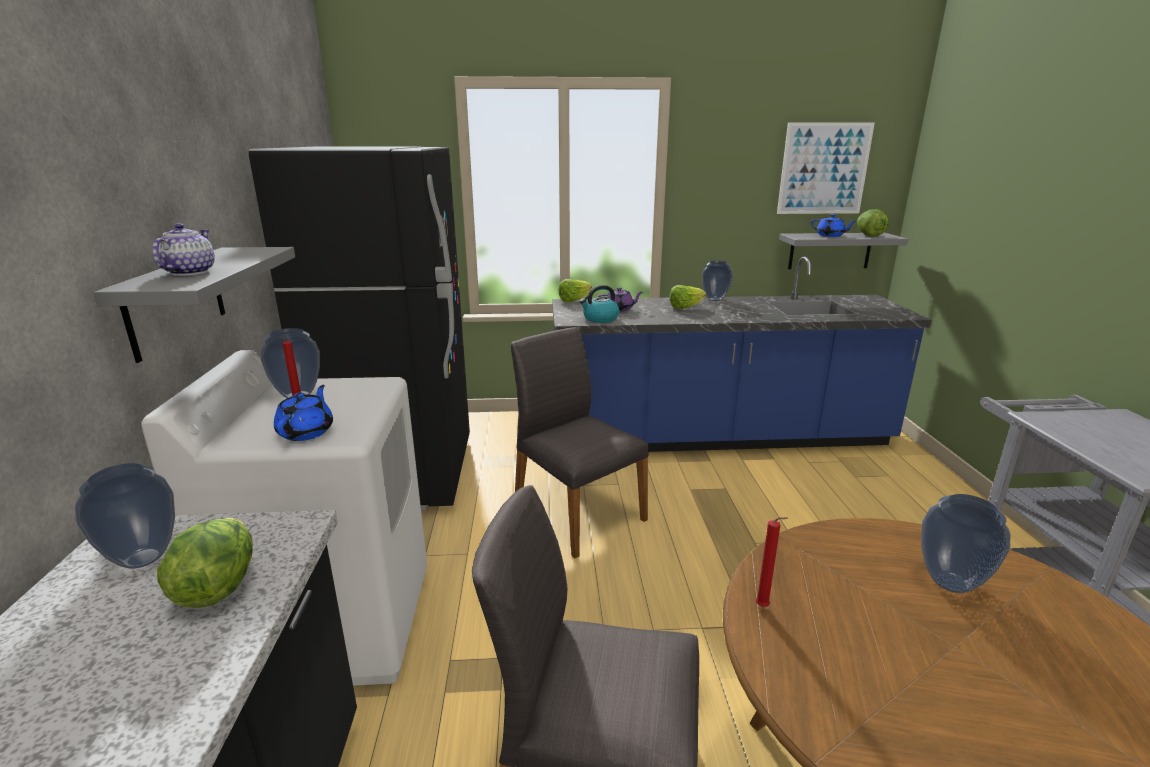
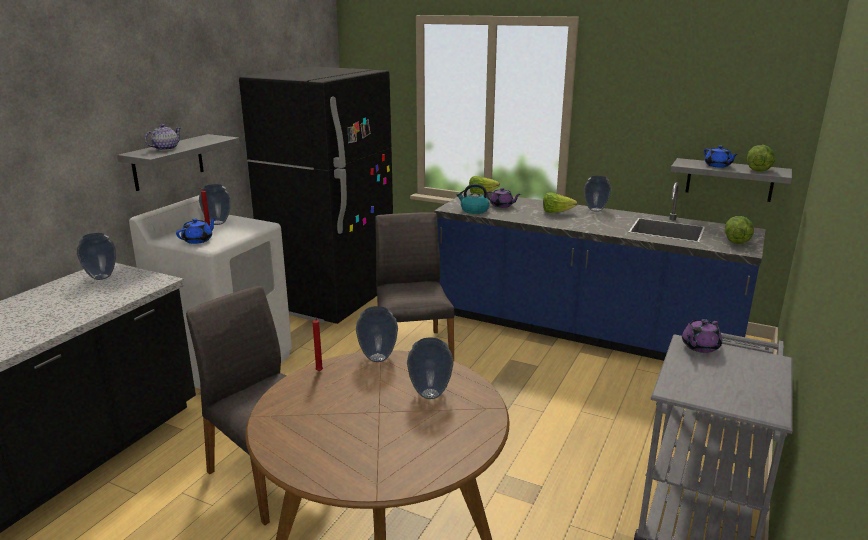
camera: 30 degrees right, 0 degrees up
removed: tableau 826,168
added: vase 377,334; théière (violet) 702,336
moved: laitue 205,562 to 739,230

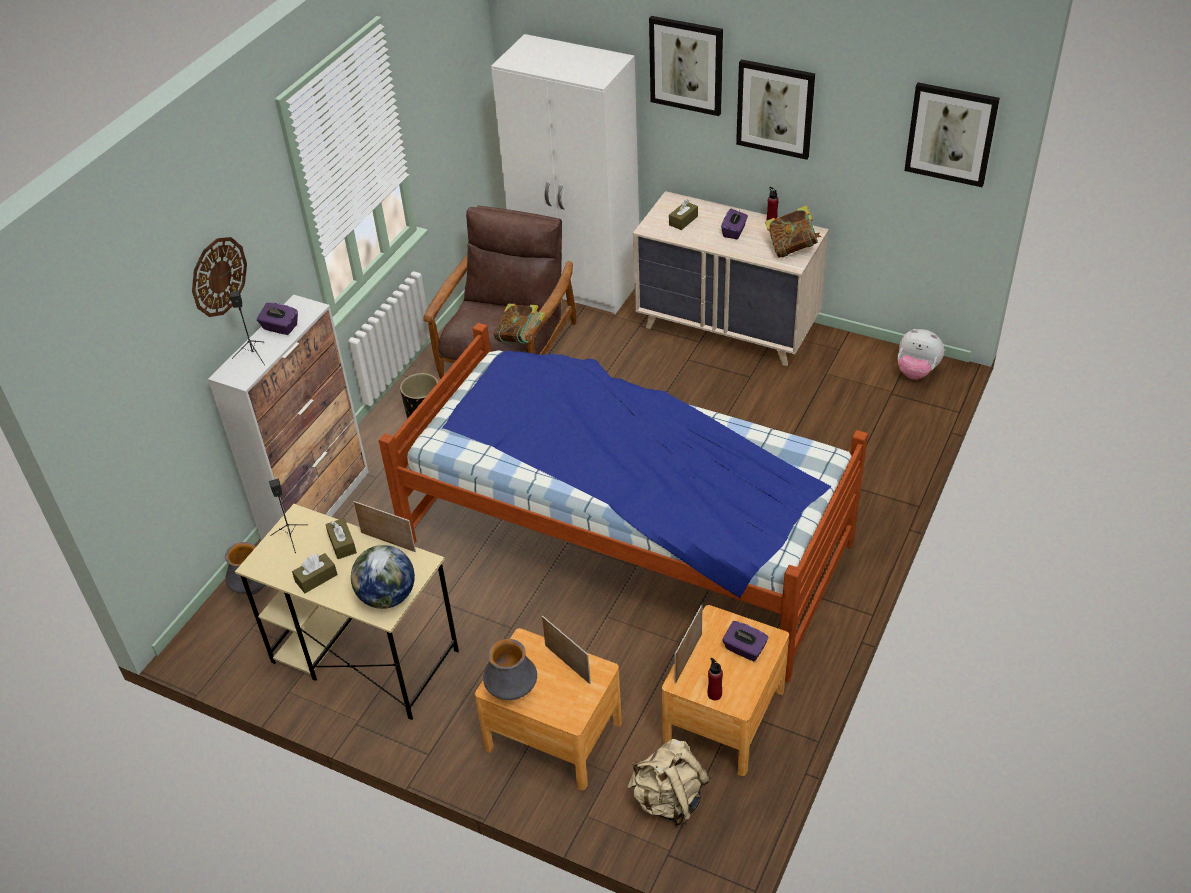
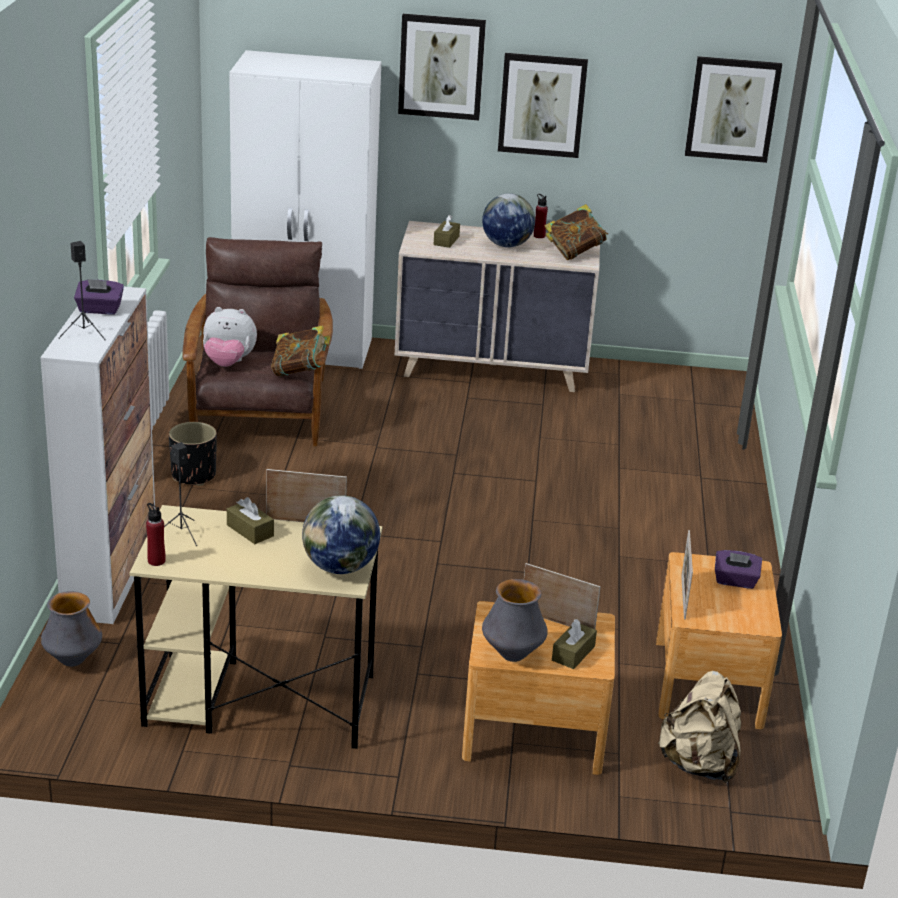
camera: 25 degrees left, 15 degrees down
removed: horloge murale 219,277; lit 623,503
moved: boîte à mouchoirs (marron) 315,573 to 574,644; bouteille (rouge) 715,679 to 156,534; peluche 921,354 to 230,337
replaced: boîte à mouchoirs (violet) 734,224 to globe 508,220

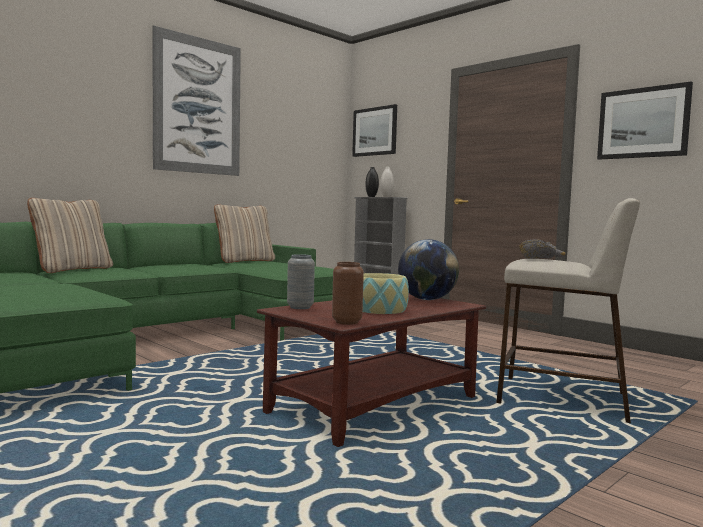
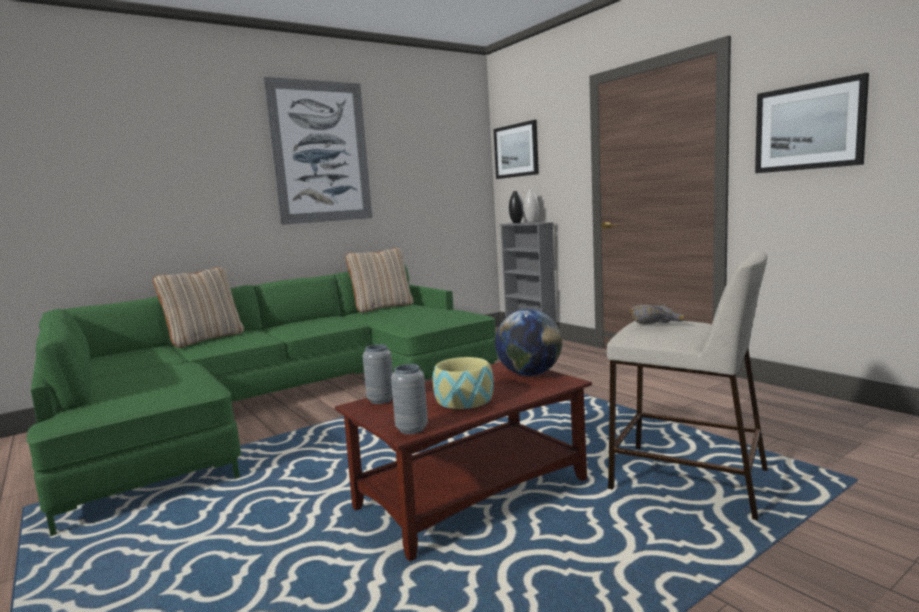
camera: 10 degrees right, 5 degrees up
recoloured: vase (marron) 348,293 to vase (gris) 409,399

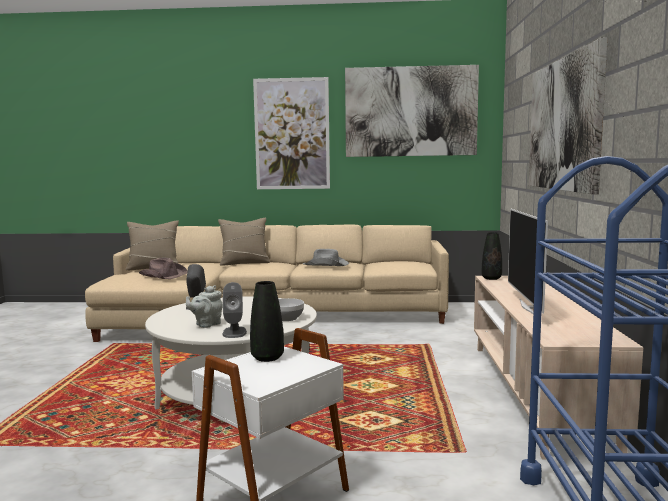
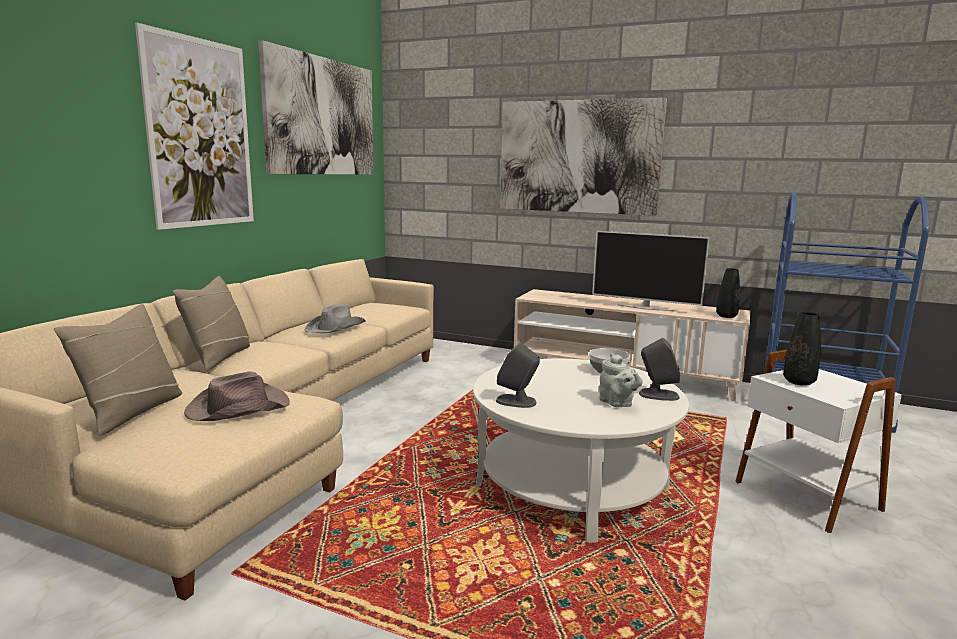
camera: 70 degrees left, 5 degrees up
moved: vase (noir) 492,256 to 728,293

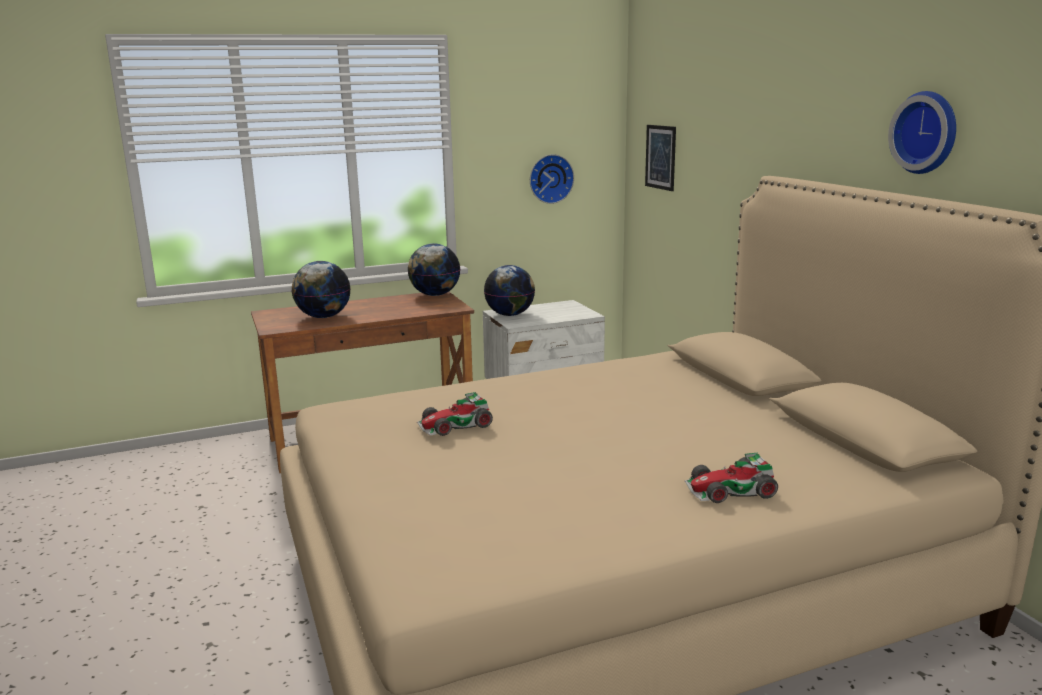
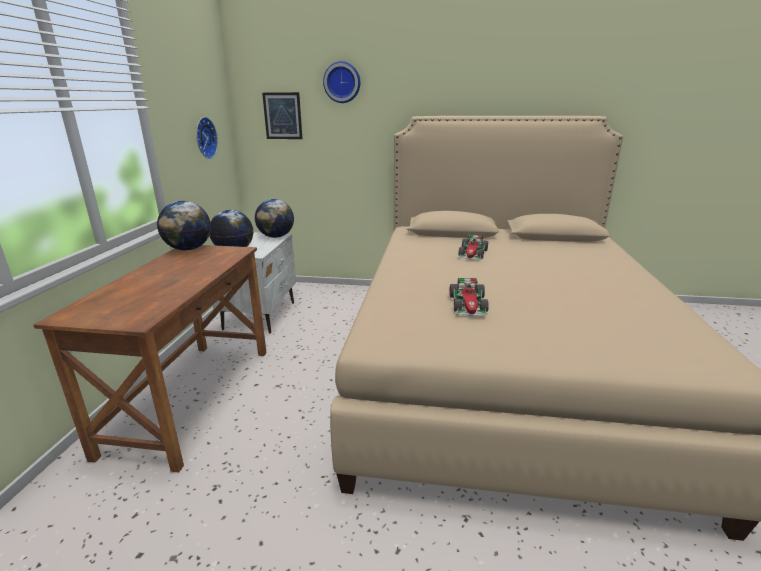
camera: 60 degrees left, 5 degrees up
moved: globe 321,289 to 274,218; petite voiture 731,478 to 473,246; horloge murale 922,132 to 341,82

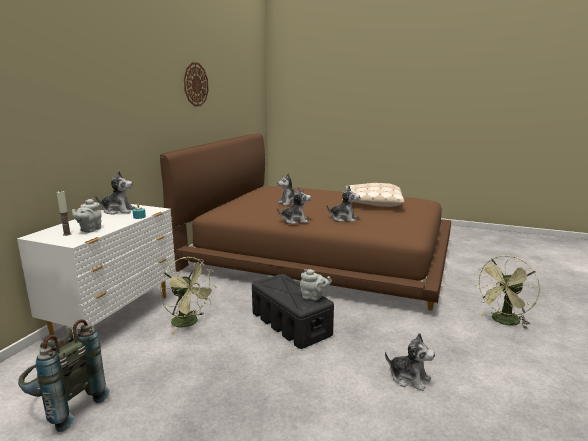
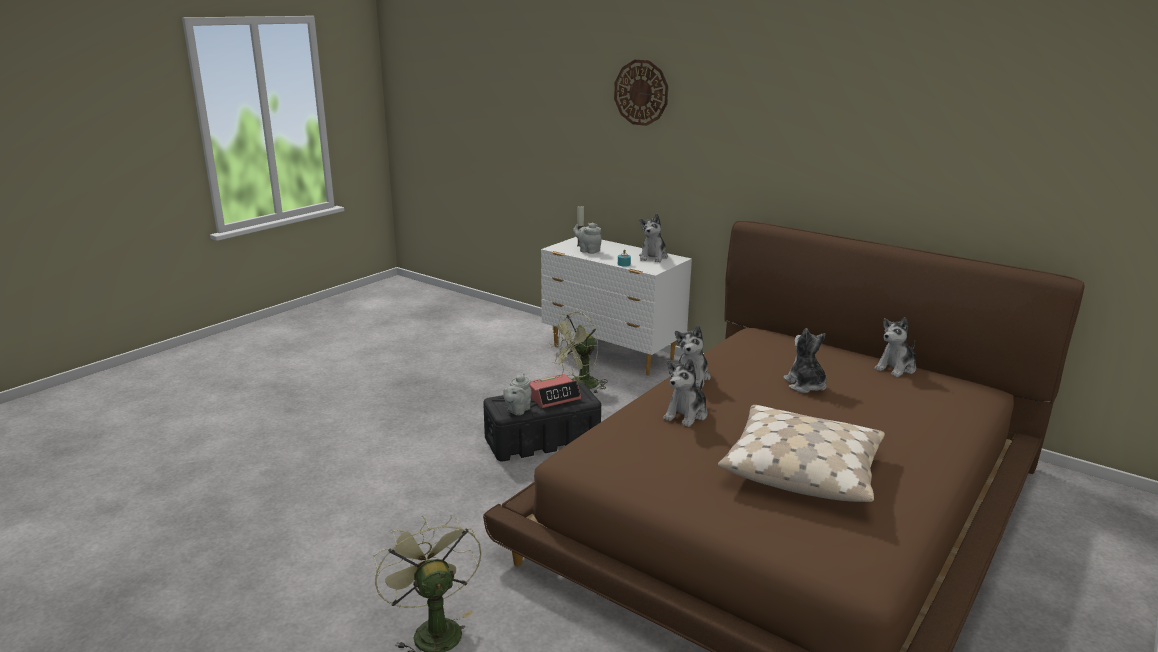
camera: 105 degrees right, 5 degrees up
removed: sac à dos (gris) 64,375
added: réveil 555,391
moved: horloge murale 196,84 to 641,93; peluche 410,362 to 895,347

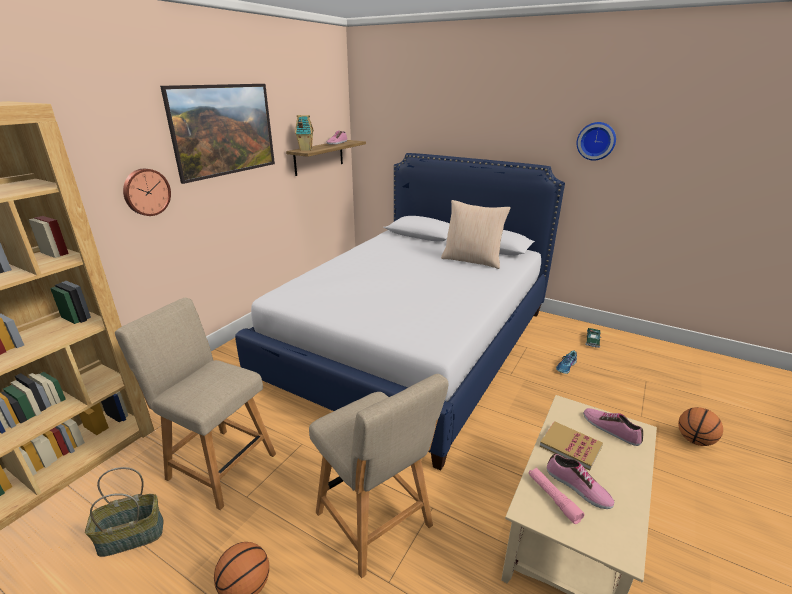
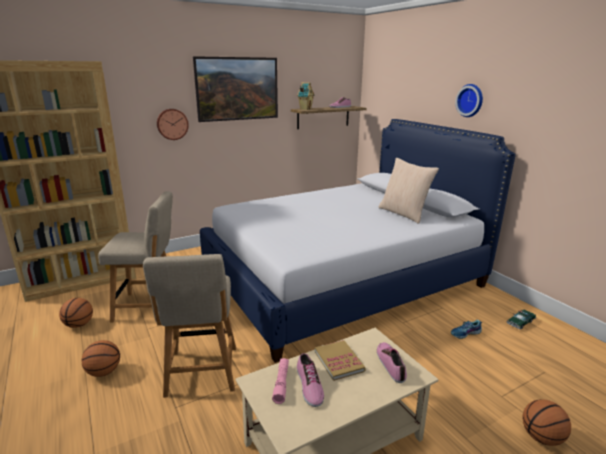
camera: 30 degrees right, 5 degrees down
moved: horloge murale 596,141 to 469,100
replaced: panier 124,512 to ballon de basket 76,313
turned: chaise (beige) 195,404 = 135,256 120 degrees clockwise

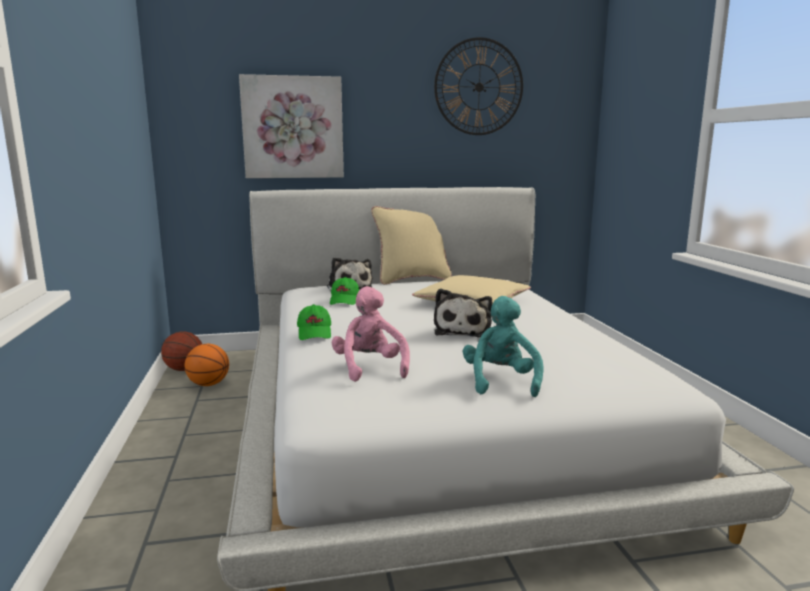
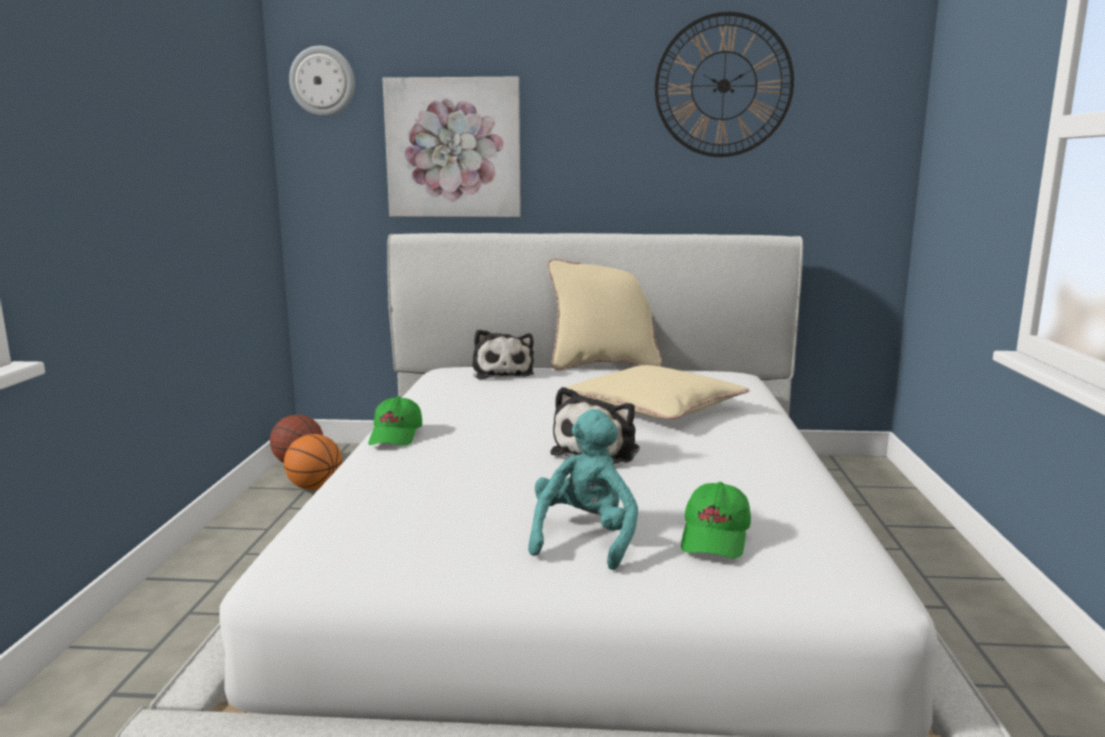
camera: 15 degrees right, 0 degrees up
removed: peluche (rose) 371,334
added: horloge murale 322,81
moved: casquette (vert) 344,291 to 716,520

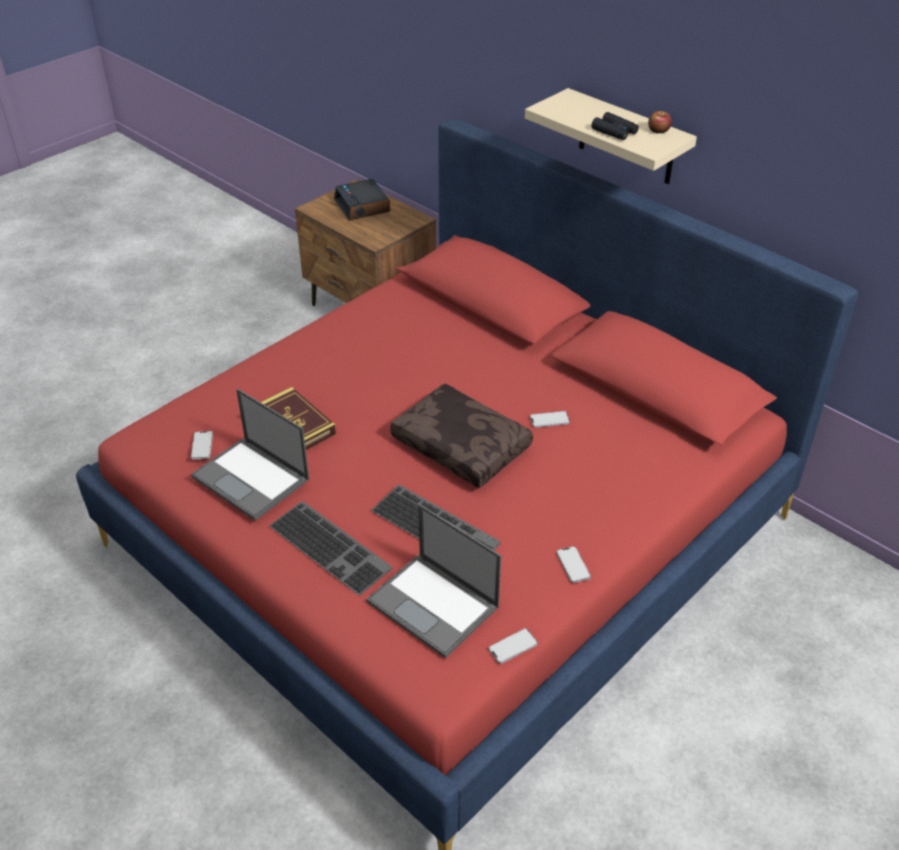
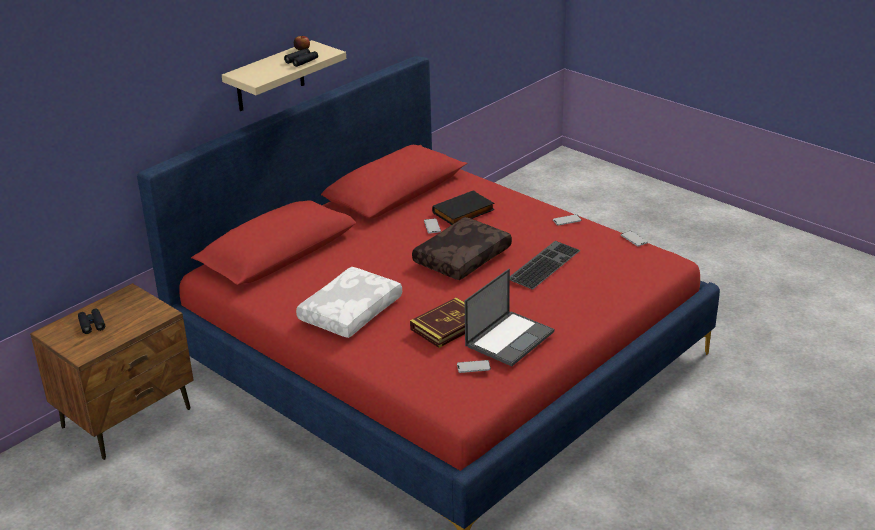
camera: 90 degrees left, 10 degrees down
removed: clavier 331,548; ordinateur portable 433,581
added: coussin (blanc) 349,302; livre (noir) 463,207
replaced: réveil 362,199 to jumelles (noir) 91,321

